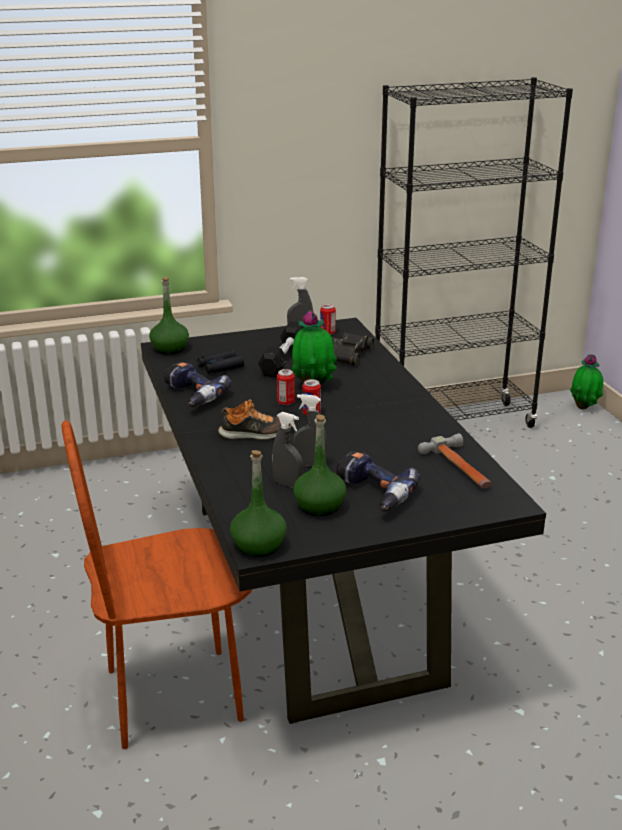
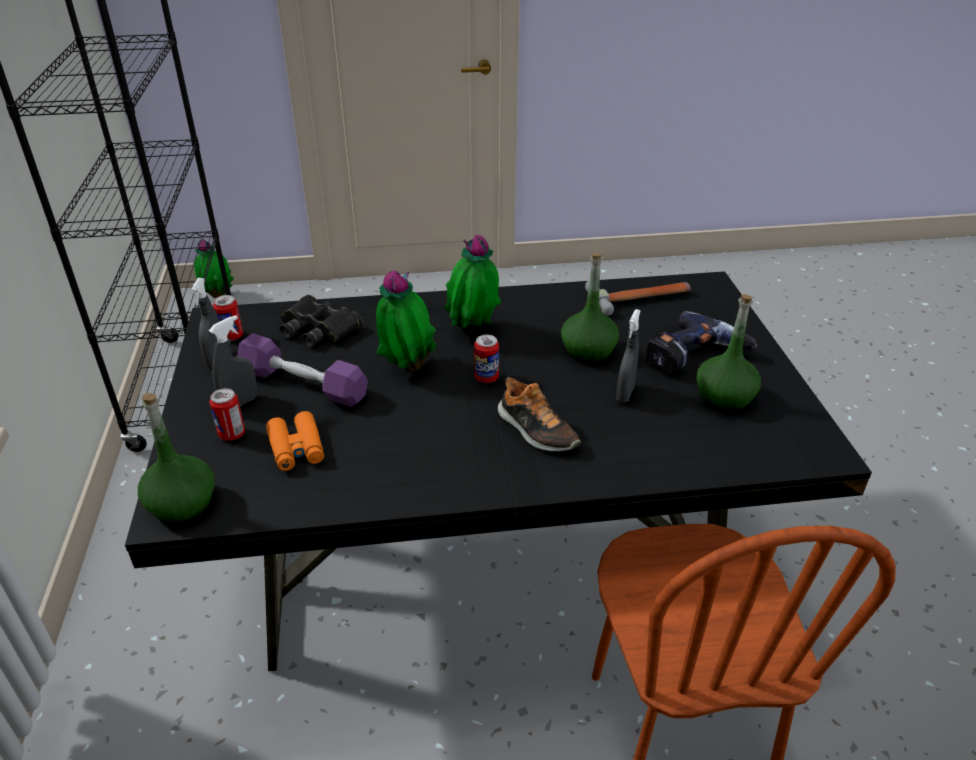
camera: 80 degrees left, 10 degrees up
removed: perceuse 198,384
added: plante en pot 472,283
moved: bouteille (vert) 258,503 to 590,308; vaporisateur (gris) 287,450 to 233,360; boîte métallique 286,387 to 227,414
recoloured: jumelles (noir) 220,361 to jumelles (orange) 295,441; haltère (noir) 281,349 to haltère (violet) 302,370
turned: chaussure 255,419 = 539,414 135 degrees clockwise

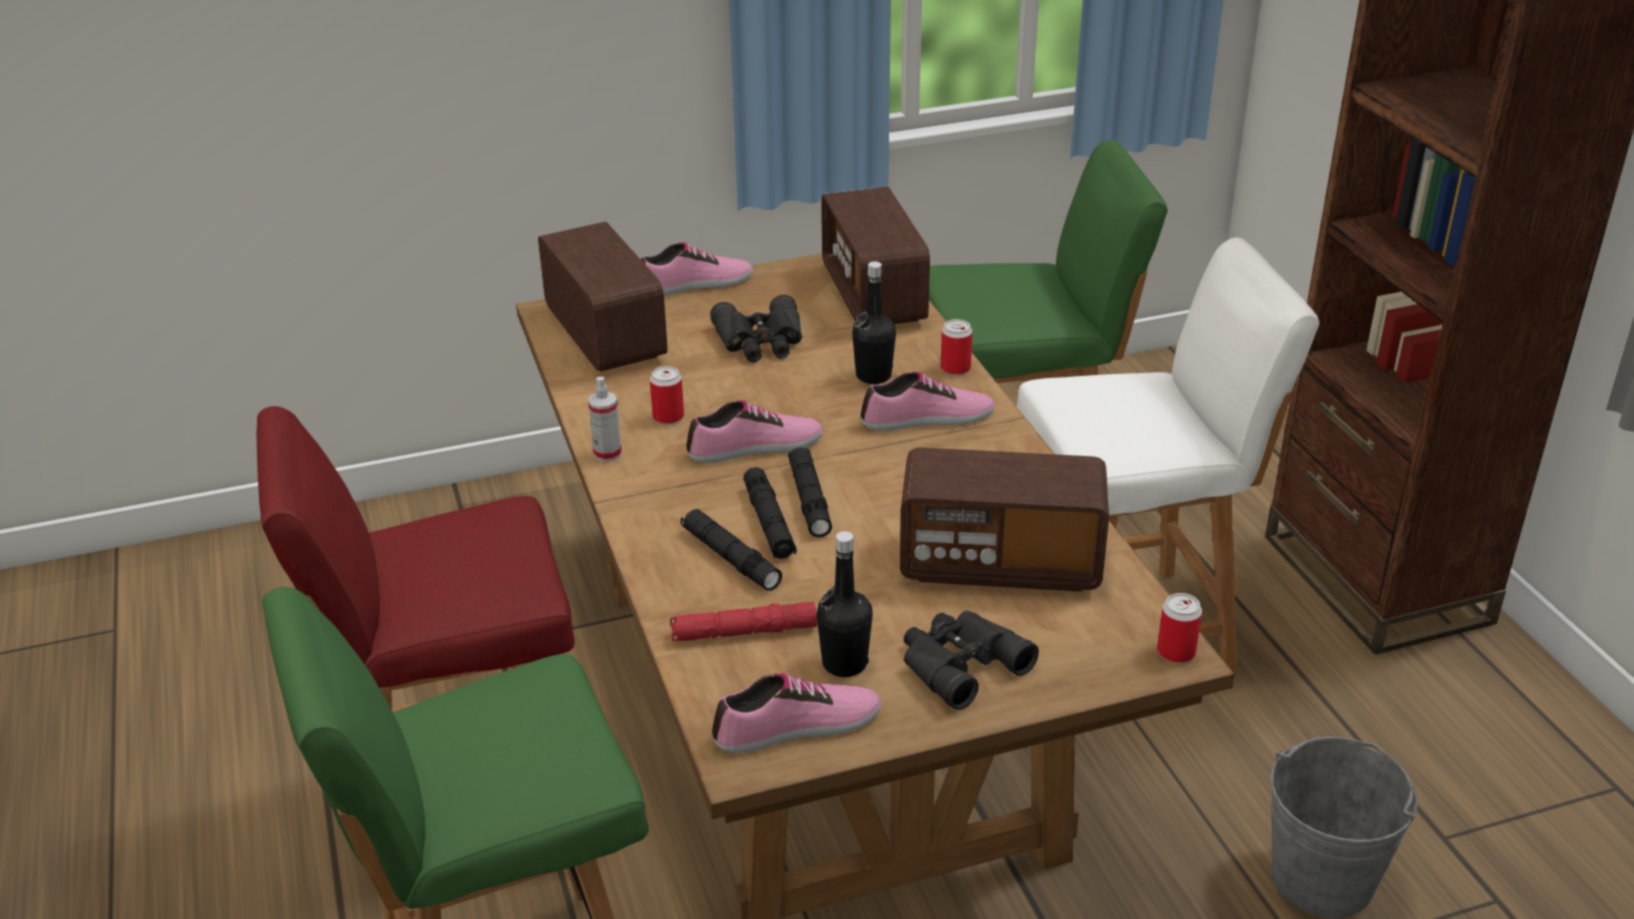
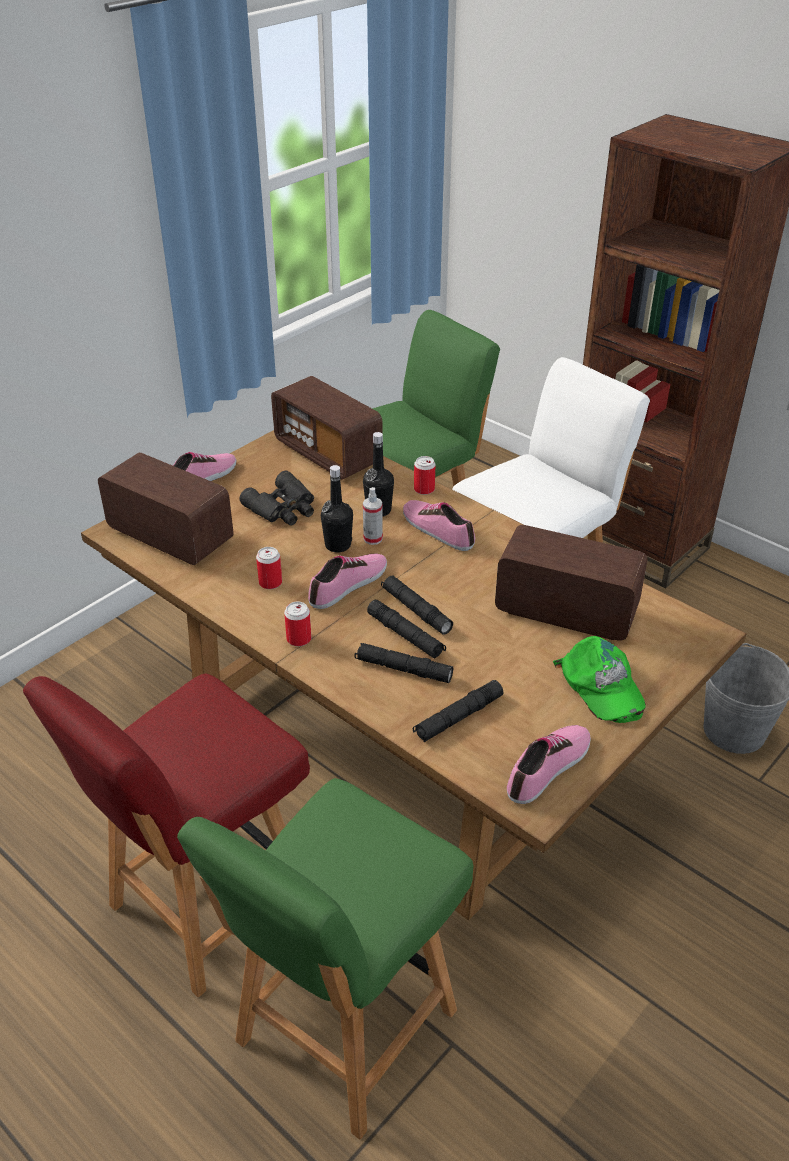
camera: 30 degrees left, 5 degrees up
moved: vaporisateur 605,419 to 373,516; bouteille (noir) 845,604 to 337,508; boîte métallique 1179,628 to 298,624
replaced: jumelles (noir) 971,660 to casquette (vert) 599,679
recoloured: lampe de poche (rouge) 743,621 to lampe de poche (noir) 458,711
turned: chaussure 928,401 = 439,525 90 degrees counterclockwise; radio 1004,519 = 571,583 135 degrees counterclockwise

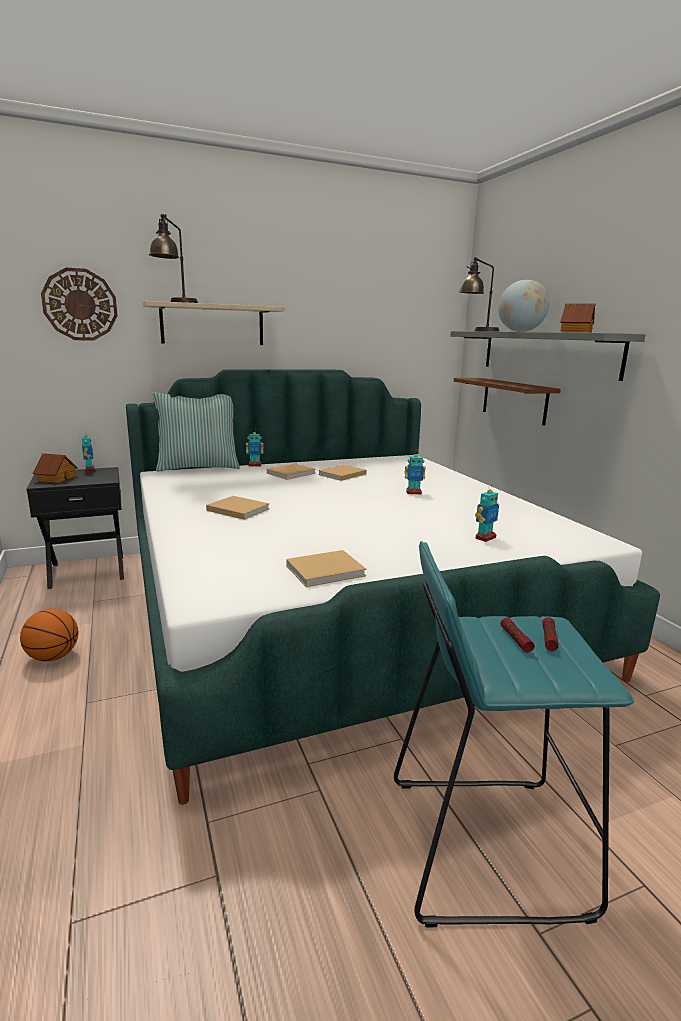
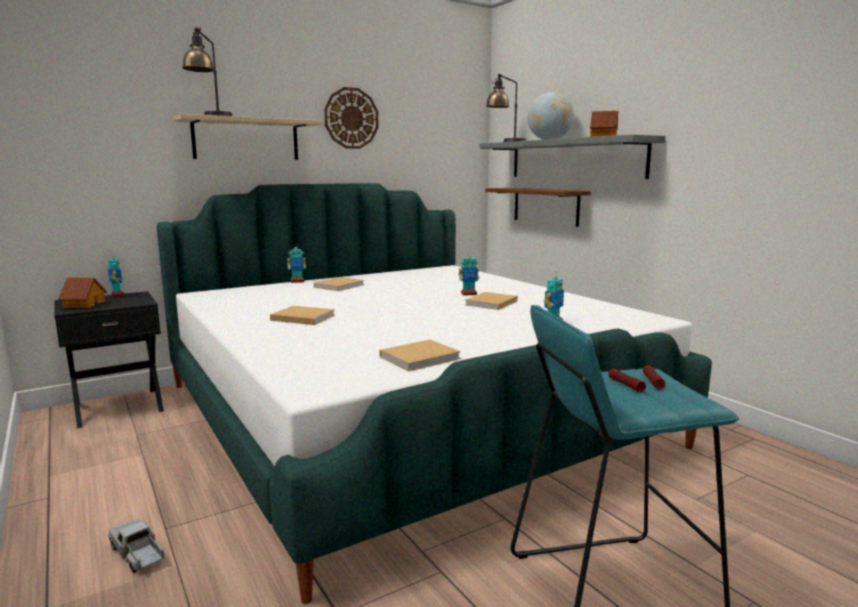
camera: 10 degrees left, 5 degrees down
removed: ballon de basket 49,635; coussin 196,432
added: camion jouet 136,546
moved: horloge murale 79,304 to 351,118; livre (beige) 342,472 to 491,301

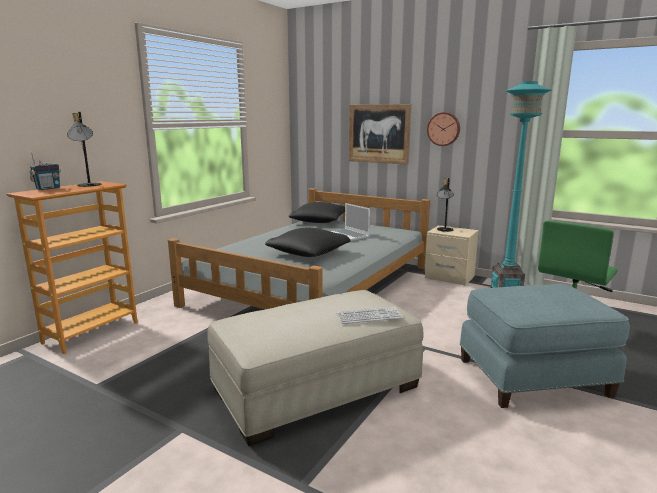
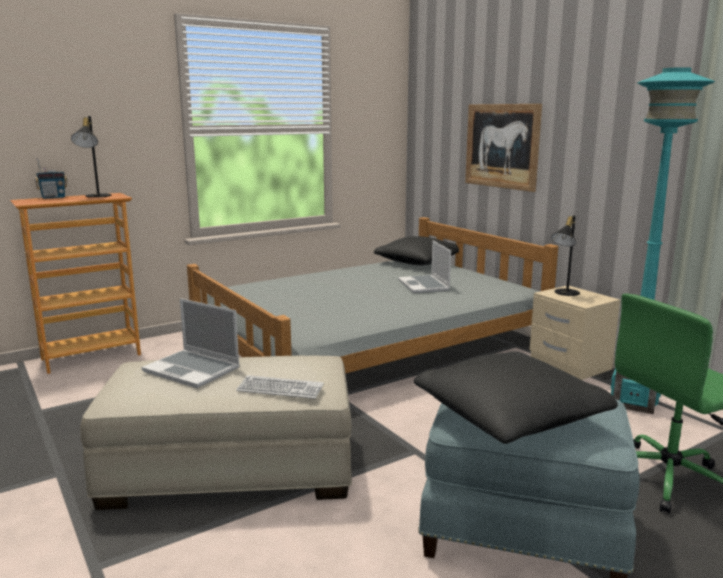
camera: 25 degrees right, 0 degrees up
removed: horloge murale 443,129
added: ordinateur portable 190,343
moved: coussin (noir) 308,242 to 516,397

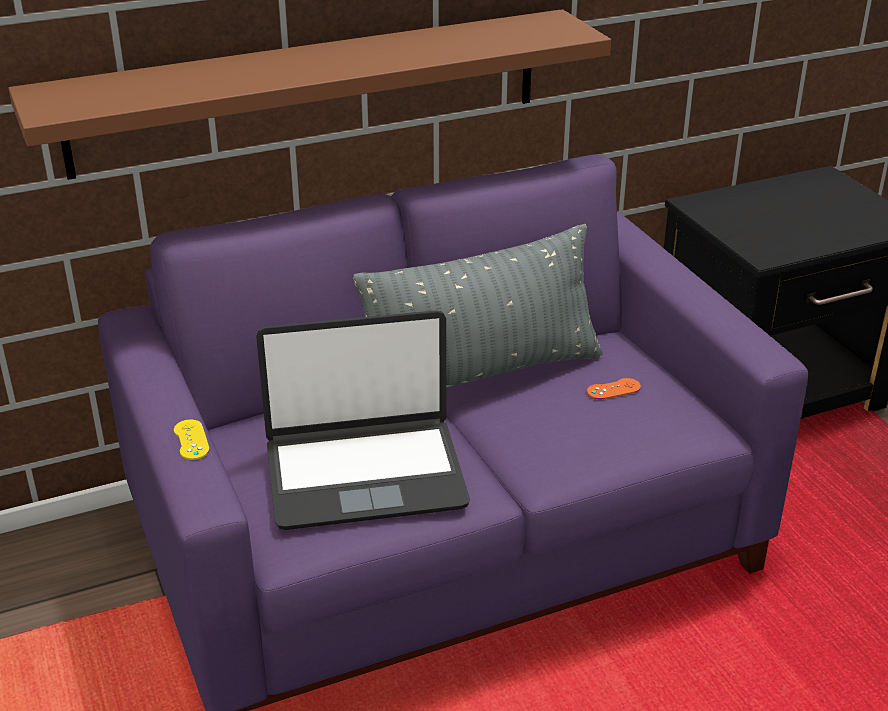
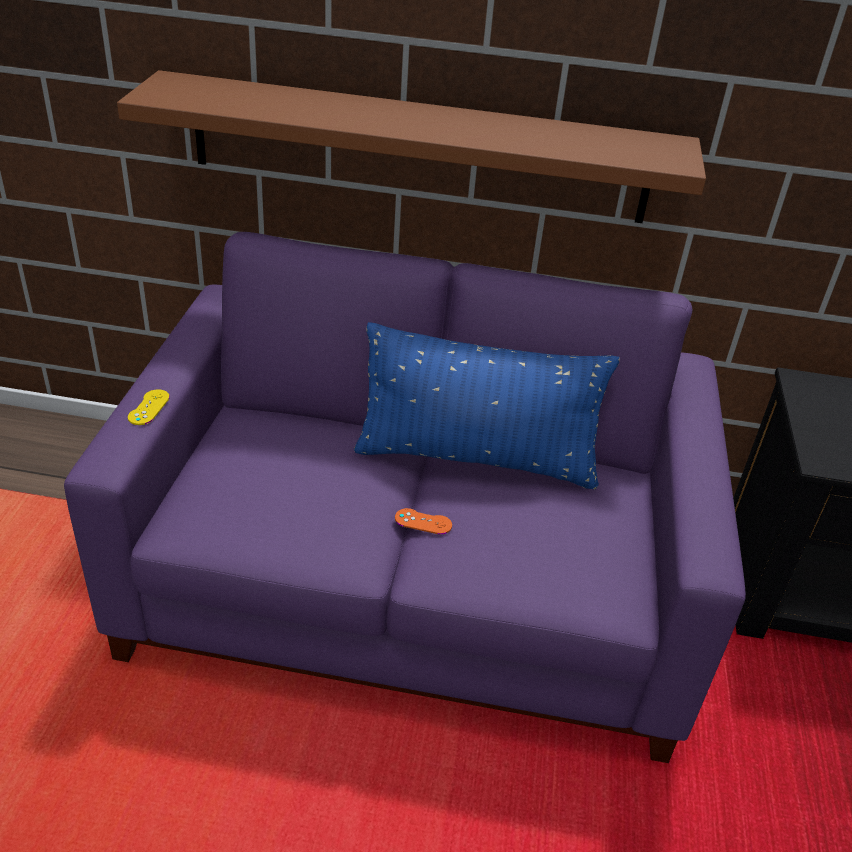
camera: 30 degrees right, 5 degrees up
removed: ordinateur portable 363,420
moved: manette (orange) 614,389 to 423,521
recoloured: coussin (gris) 478,306 to coussin (bleu) 487,405

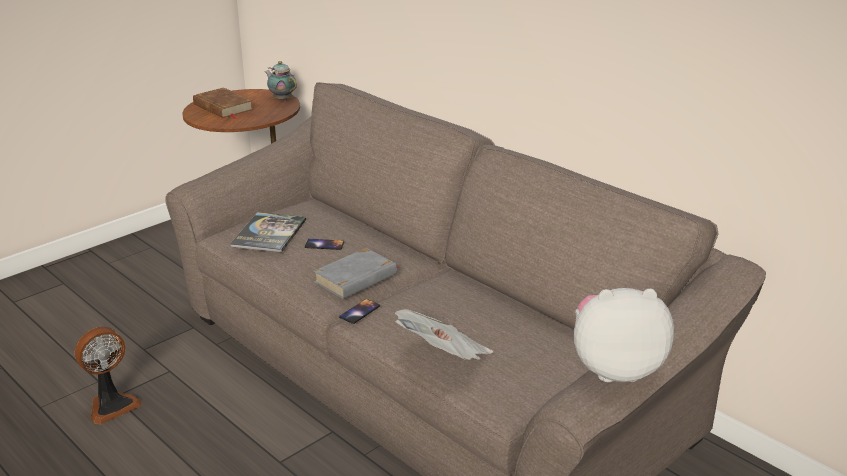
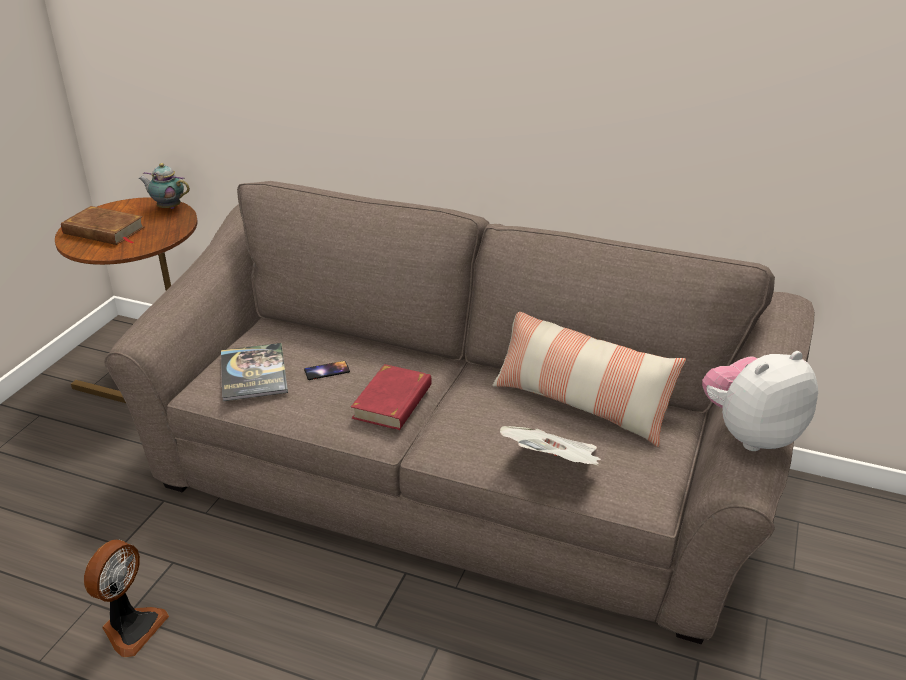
camera: 25 degrees left, 5 degrees up
removed: téléphone 359,311
added: coussin 589,380
recoloured: livre (gris) 355,273 to livre (rouge) 391,397

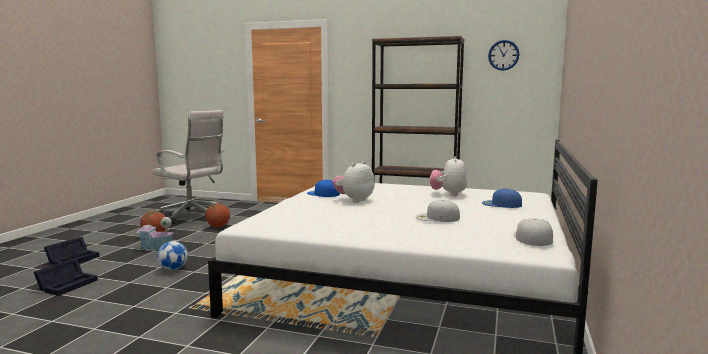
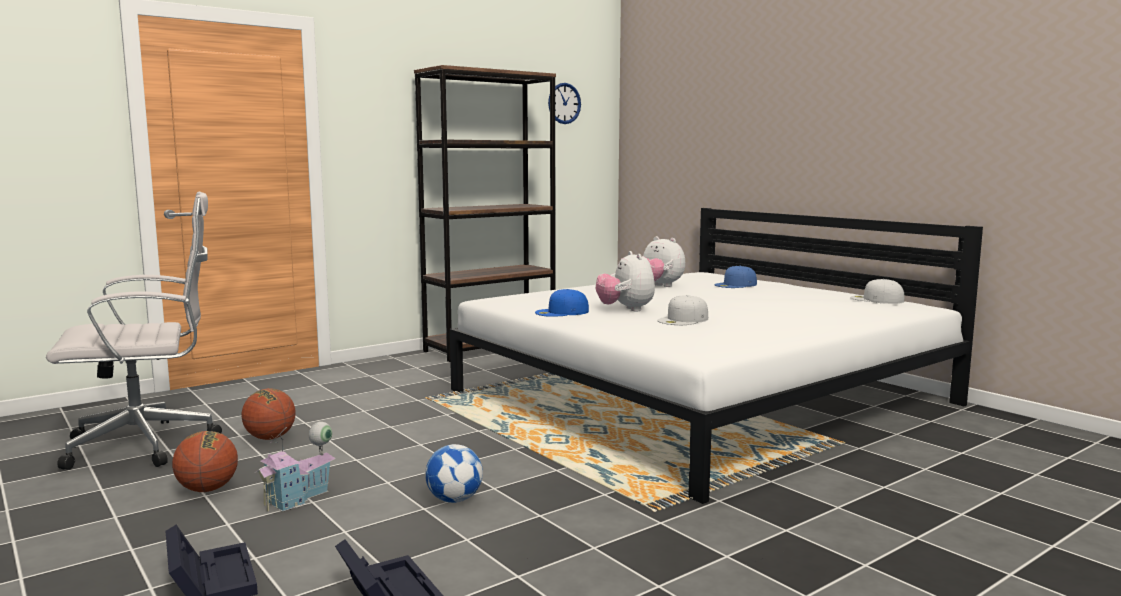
camera: 55 degrees left, 0 degrees up
moved: casquette (blanc) 438,211 to 682,310

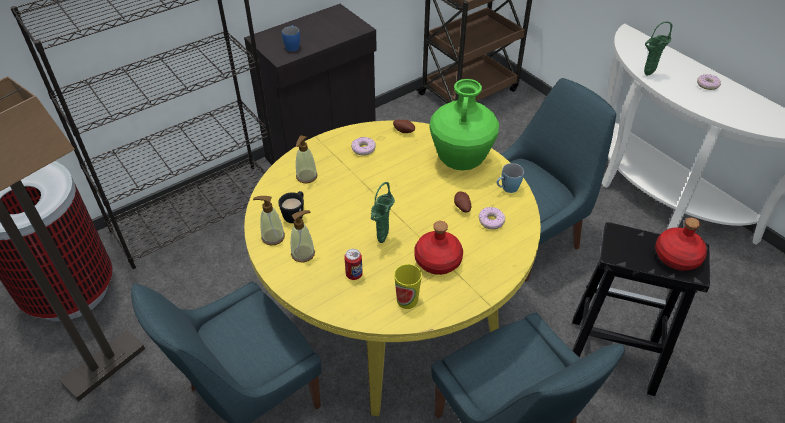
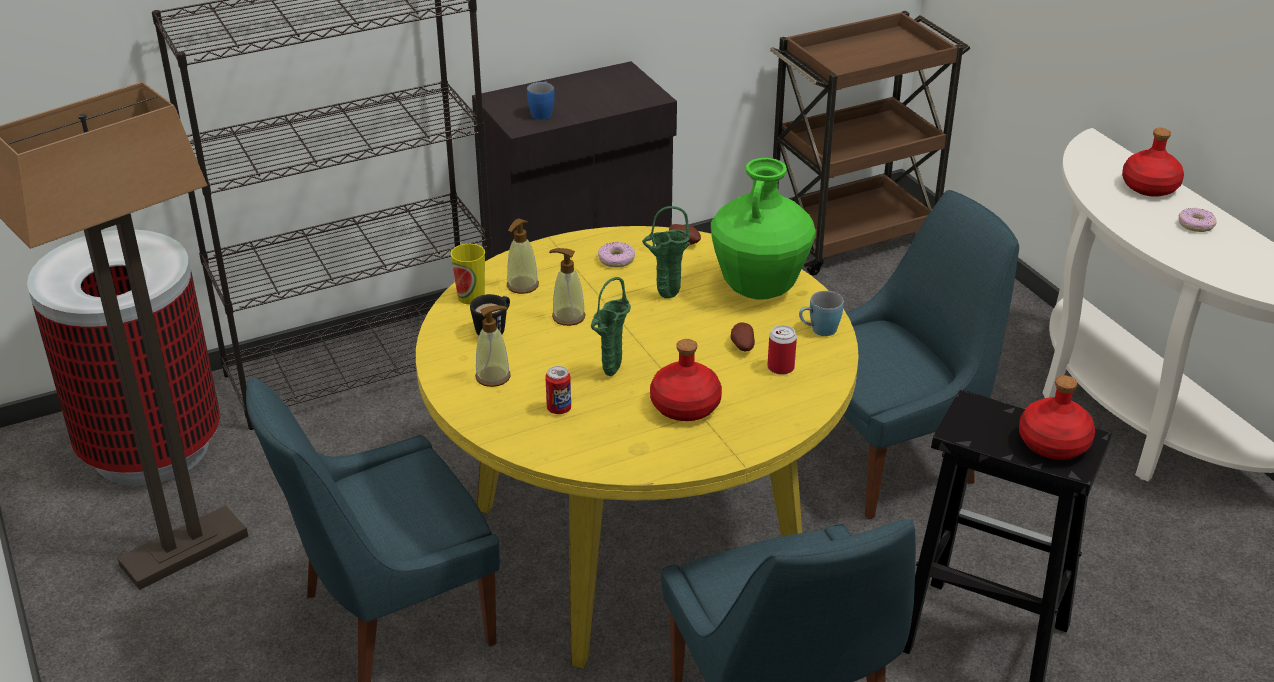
camera: 10 degrees right, 10 degrees down
added: bouteille (rouge) 1153,162
moved: distributeur de savon 269,220 to 567,287; tasse 408,286 to 468,274; vase (vert) 658,48 to 666,252
replaced: beignet 492,218 to boîte métallique 782,350

